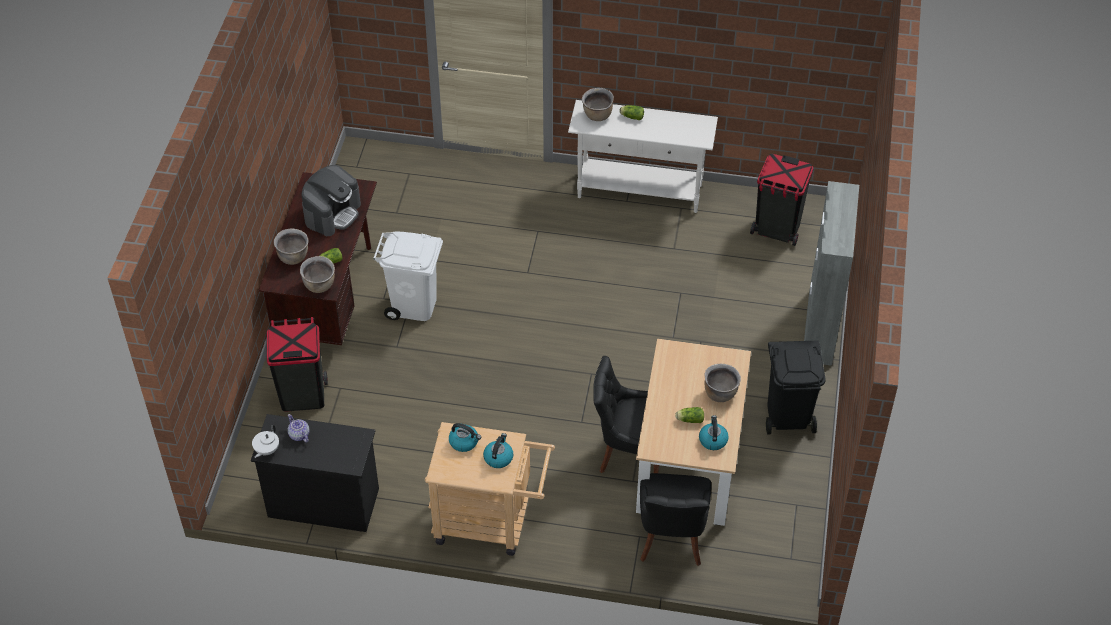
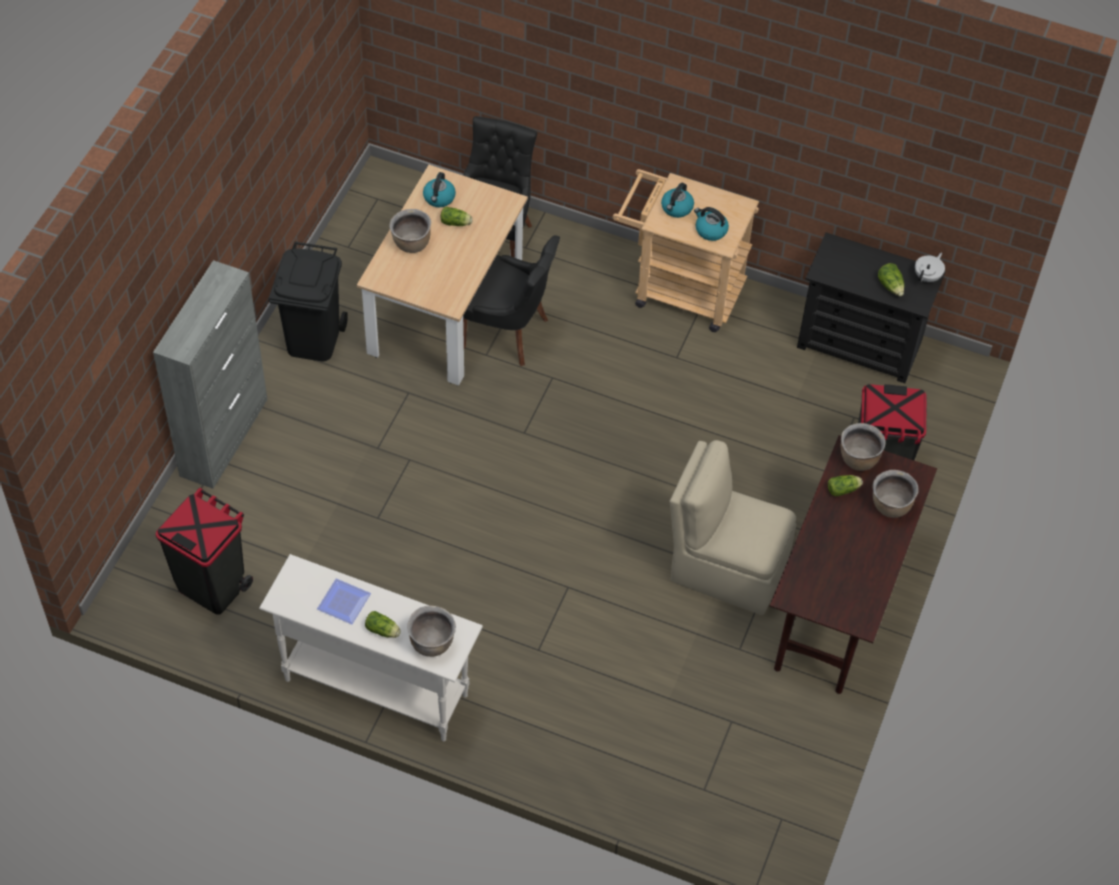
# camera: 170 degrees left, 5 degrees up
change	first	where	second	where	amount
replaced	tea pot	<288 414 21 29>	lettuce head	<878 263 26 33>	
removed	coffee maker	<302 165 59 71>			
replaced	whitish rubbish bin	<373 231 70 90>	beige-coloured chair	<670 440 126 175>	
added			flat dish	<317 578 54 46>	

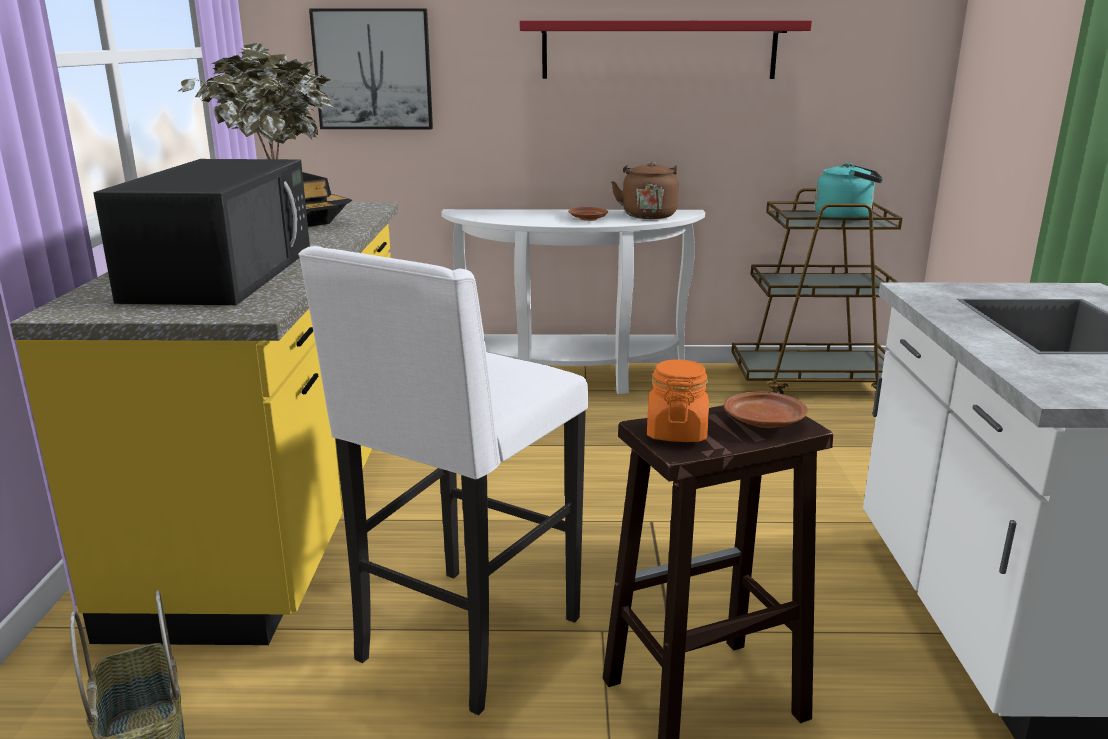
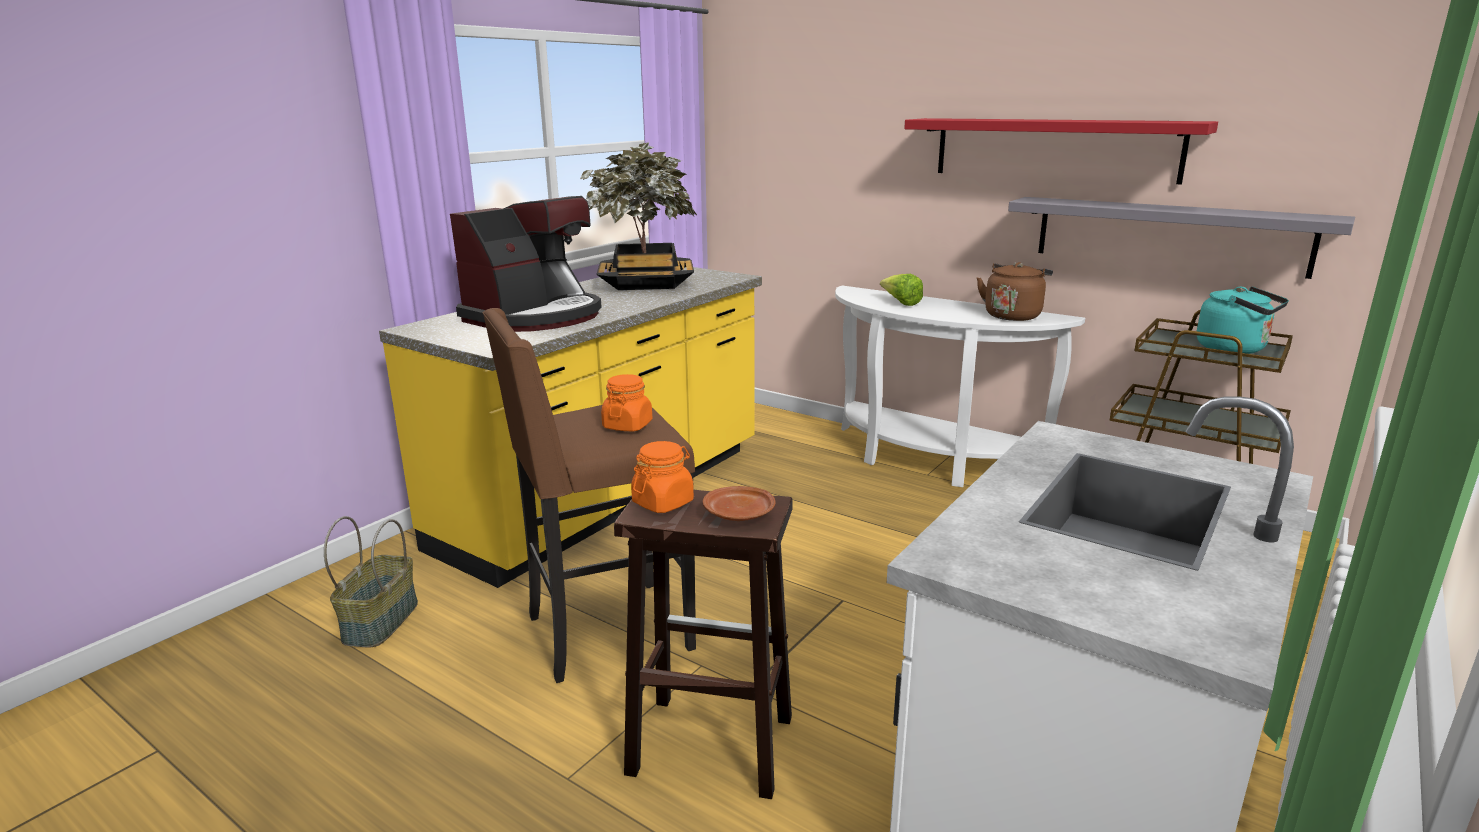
# camera: 35 degrees right, 0 degrees up
change	first	where	second	where	amount
replaced	blackish microwave	<93 159 217 146>	coffee maker	<450 196 152 136>	
recoloured	whitish stool	<298 246 290 469>	brown-coloured stool	<482 308 214 375>	
removed	picture	<309 8 124 121>			
removed	brown-coloured flat dish	<568 207 40 14>			
added			orangey jar	<601 374 51 57>	
added			lettuce head	<880 274 43 32>	
added			grey bracket shelf	<1008 197 347 82>	

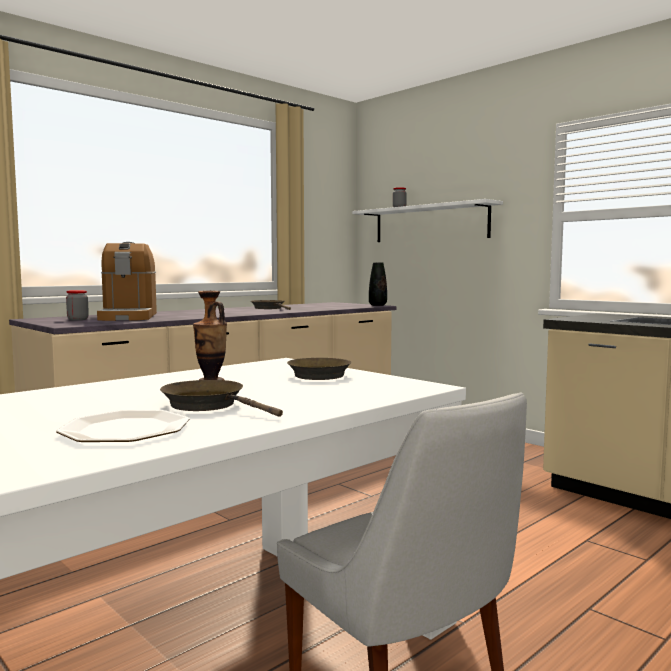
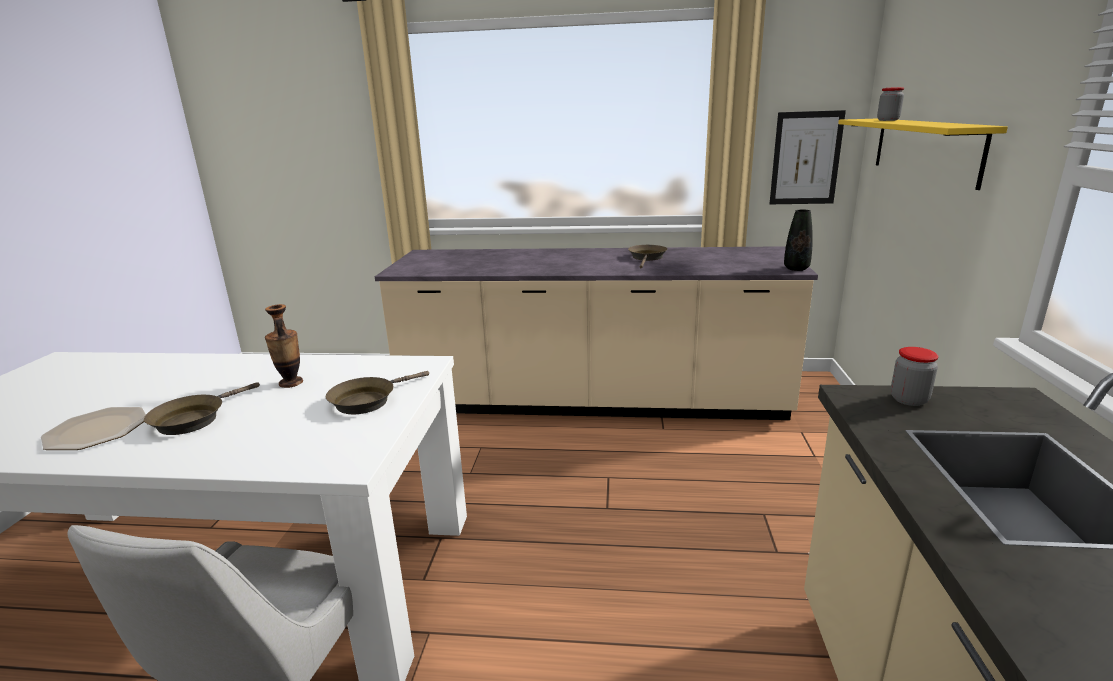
# camera: 50 degrees right, 15 degrees up
change	first	where	second	where	amount
moved	jar	<66 290 23 30>		<891 347 48 59>	
removed	coffee maker	<97 242 60 79>			
turned	brown-coloured frying pan	<160 380 123 37>		<144 382 116 53>	150 degrees counterclockwise
recoloured	whitish bracket shelf	<352 199 151 43>	yellow bracket shelf	<838 118 170 72>	
added			picture	<770 110 76 94>	

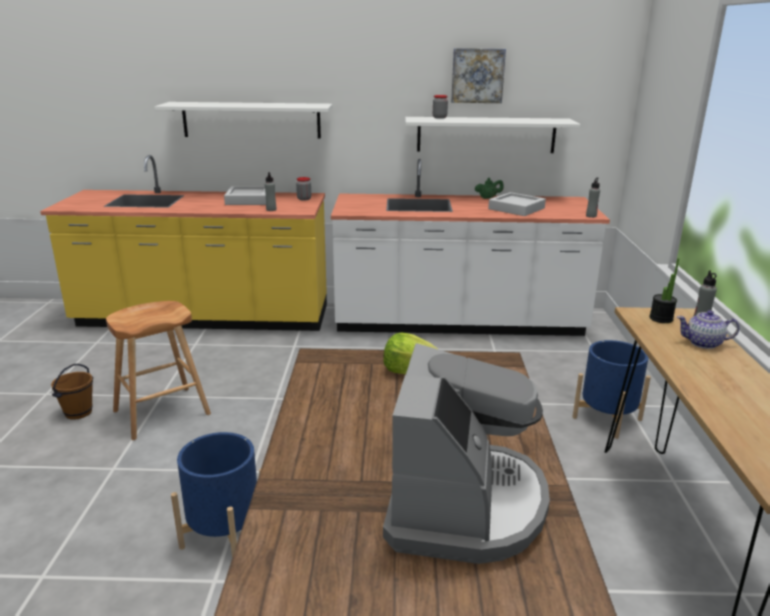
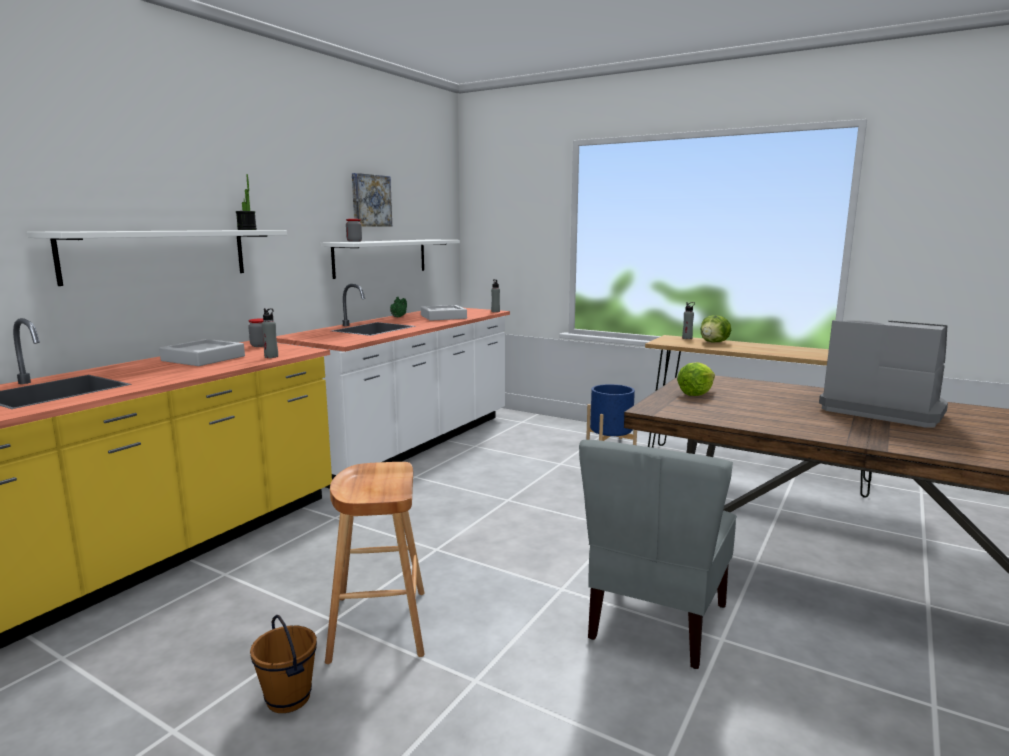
# camera: 60 degrees left, 10 degrees down
change	first	where	second	where	amount
replaced	blue planter	<171 432 90 126>	grey chair	<579 440 158 229>	
moved	houseplant	<649 258 30 65>		<236 174 21 56>	
replaced	tea pot	<677 310 63 39>	lettuce head	<701 315 30 27>	

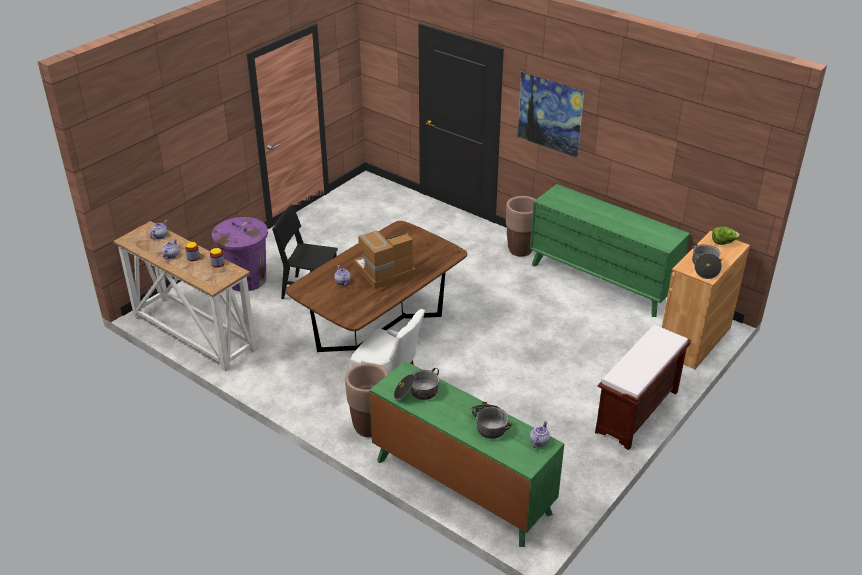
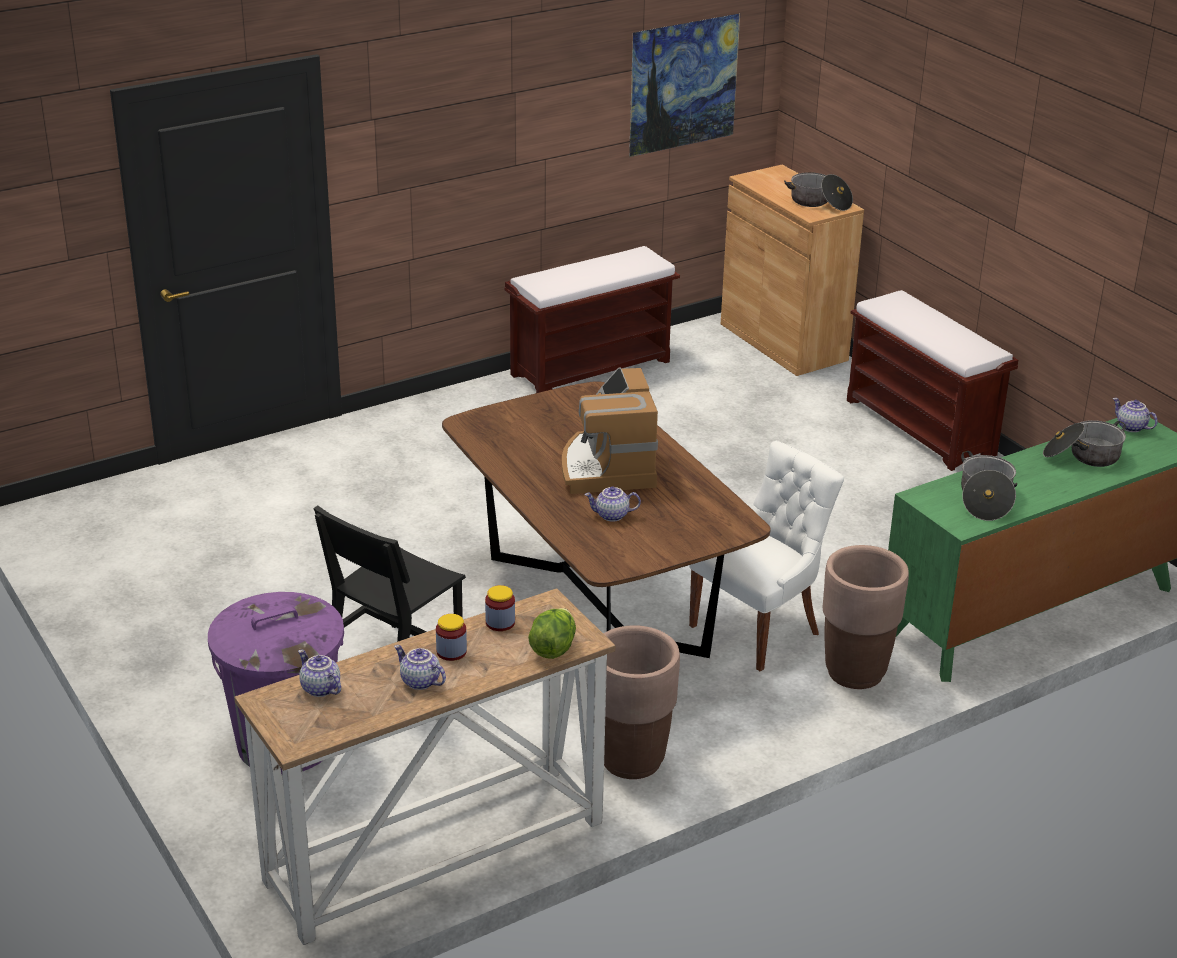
# camera: 70 degrees left, 5 degrees down
change	first	where	second	where	amount
moved	brown-coloured planter	<506 196 30 61>		<604 625 76 154>	
moved	picture	<517 72 67 86>		<629 13 111 144>	
replaced	green-coloured chest of drawers	<530 184 160 133>	brown-coloured bench	<505 246 175 147>	
moved	lettuce head	<712 226 28 19>		<528 608 48 51>	

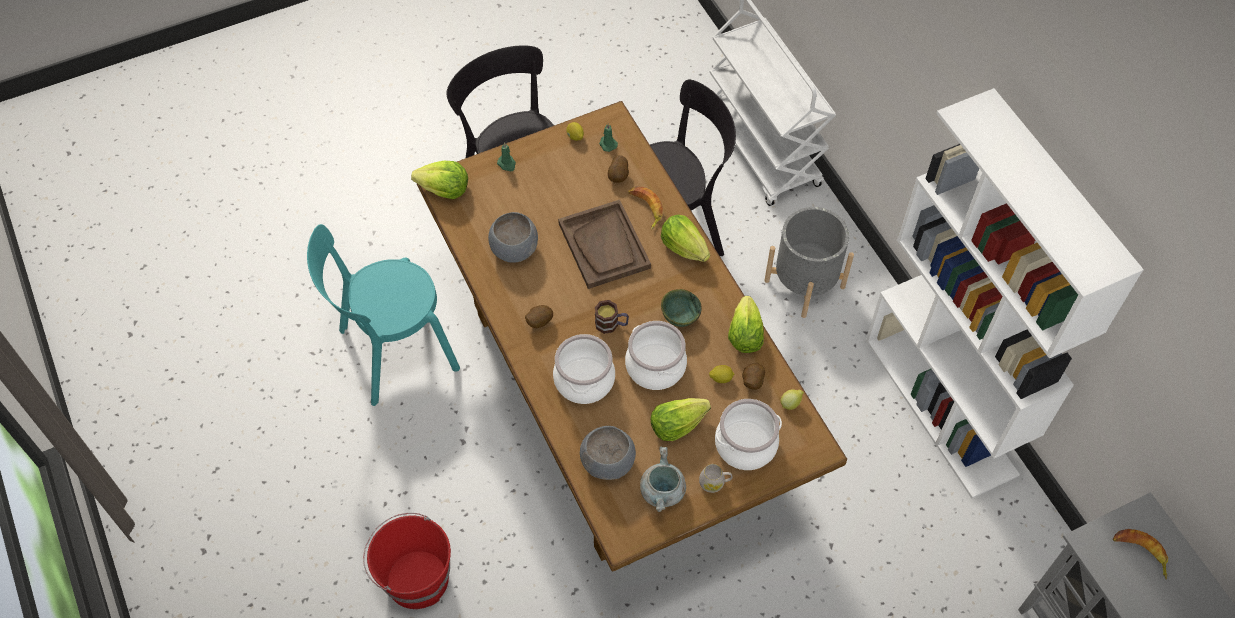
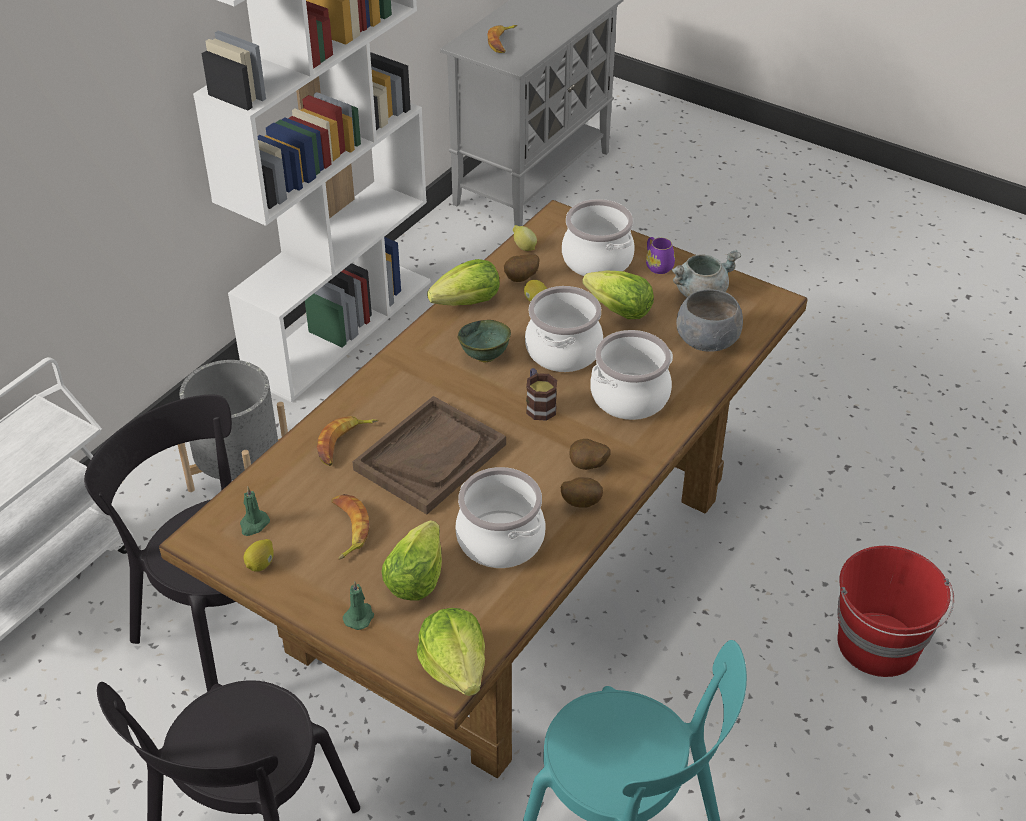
# camera: 120 degrees left, 15 degrees down
change	first	where	second	where	amount
replaced	grey bowl	<488 212 50 50>	cooking pot	<455 467 90 101>	
moved	whole potato	<608 155 21 28>		<561 477 42 31>	
moved	lettuce head	<661 214 49 48>		<381 520 61 81>	
recoloured	whitish mug	<699 464 33 29>	purple-coloured mug	<646 237 29 37>	
added			whole banana	<331 494 38 66>	

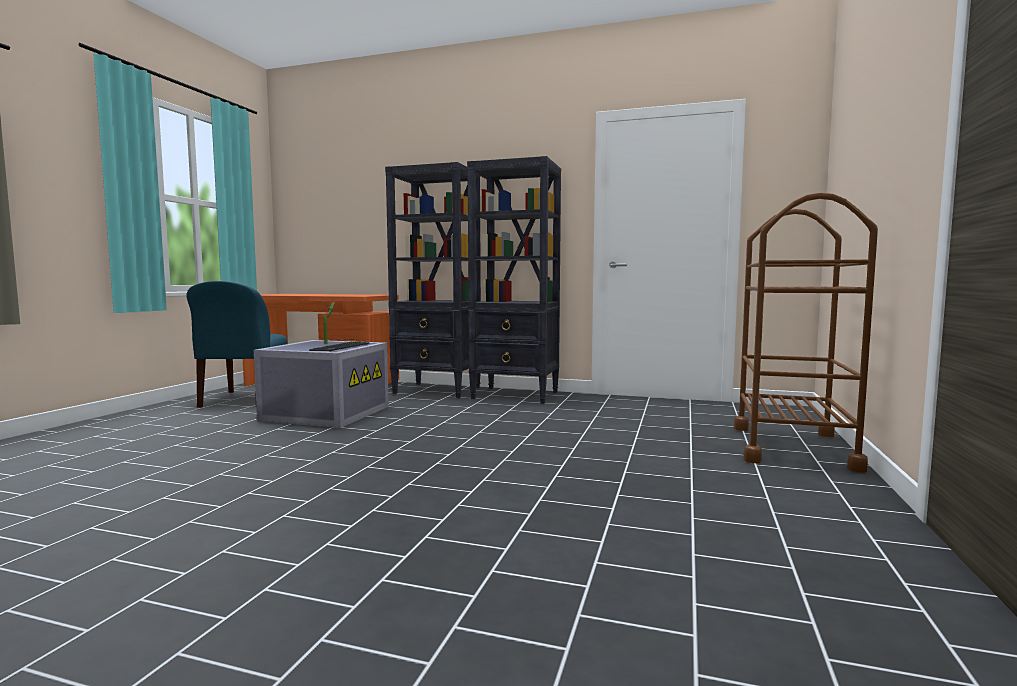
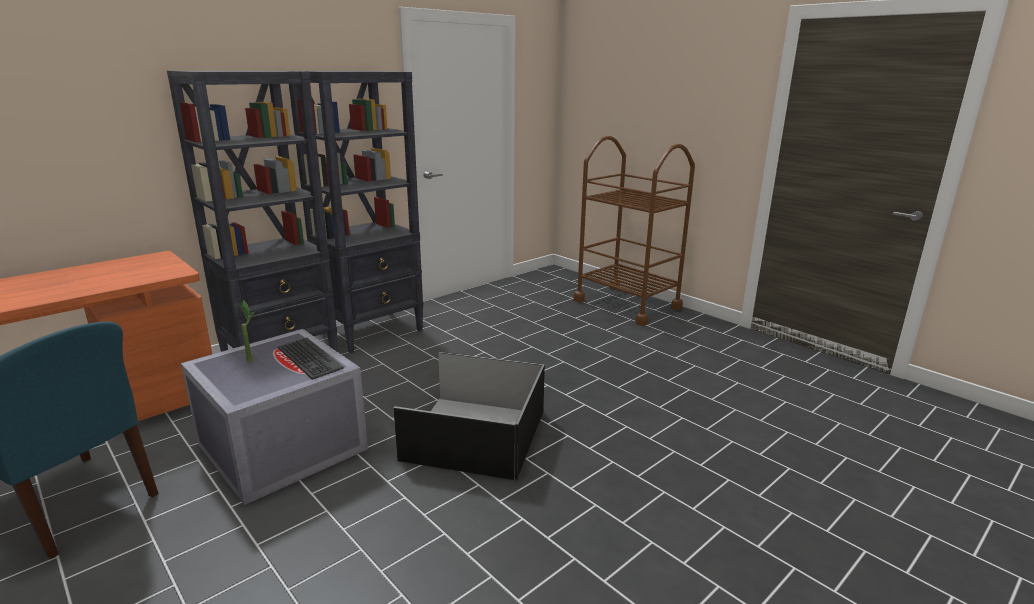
# camera: 60 degrees left, 15 degrees up
change	first	where	second	where	amount
added			blackish storage container	<393 352 152 128>	

